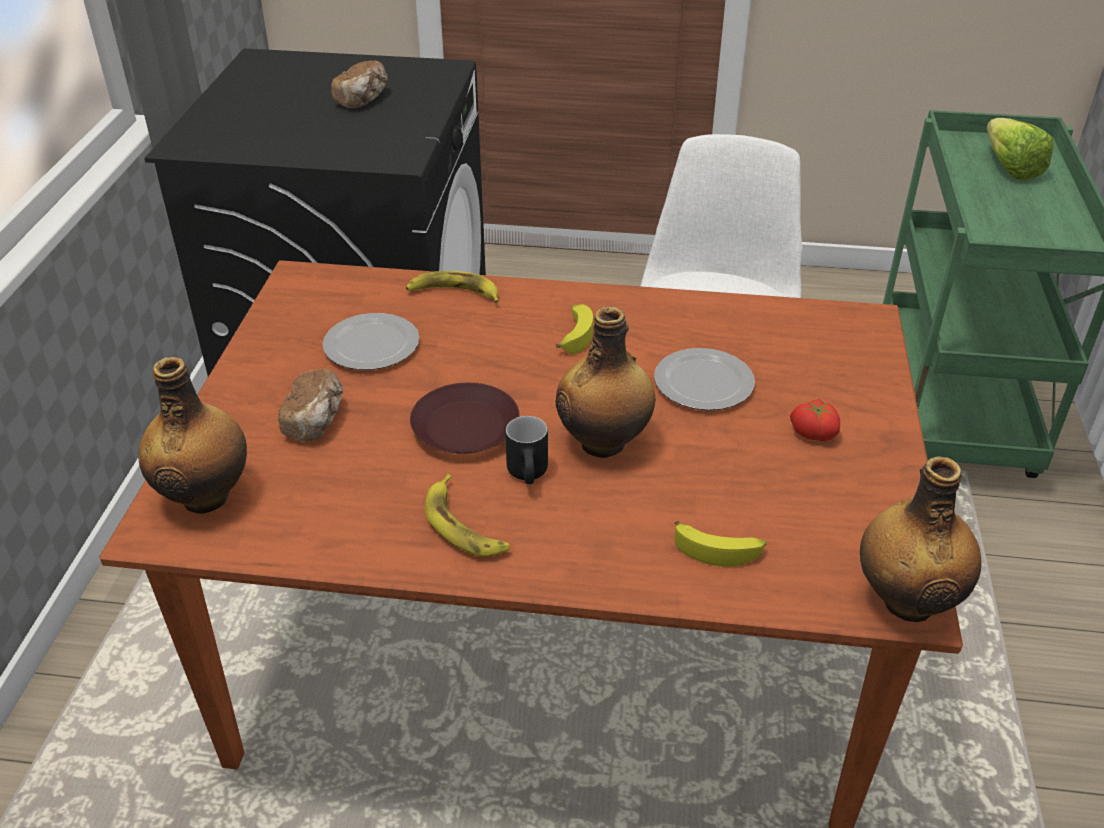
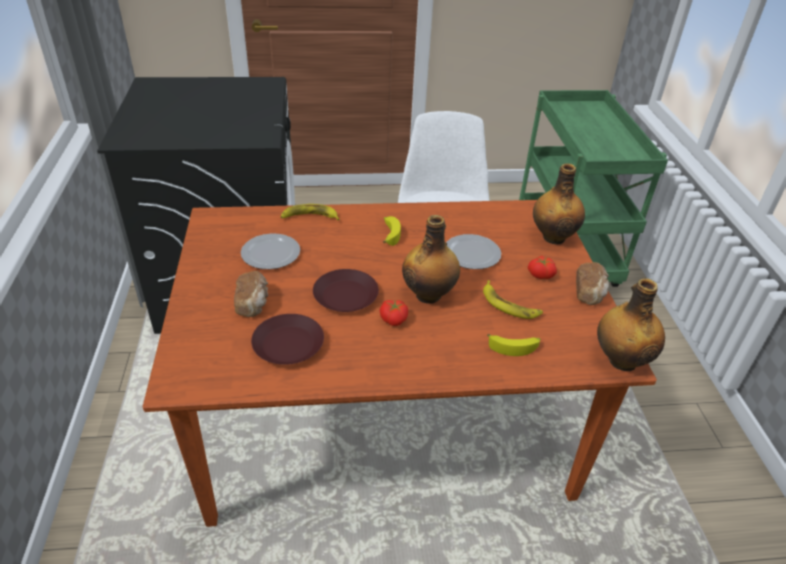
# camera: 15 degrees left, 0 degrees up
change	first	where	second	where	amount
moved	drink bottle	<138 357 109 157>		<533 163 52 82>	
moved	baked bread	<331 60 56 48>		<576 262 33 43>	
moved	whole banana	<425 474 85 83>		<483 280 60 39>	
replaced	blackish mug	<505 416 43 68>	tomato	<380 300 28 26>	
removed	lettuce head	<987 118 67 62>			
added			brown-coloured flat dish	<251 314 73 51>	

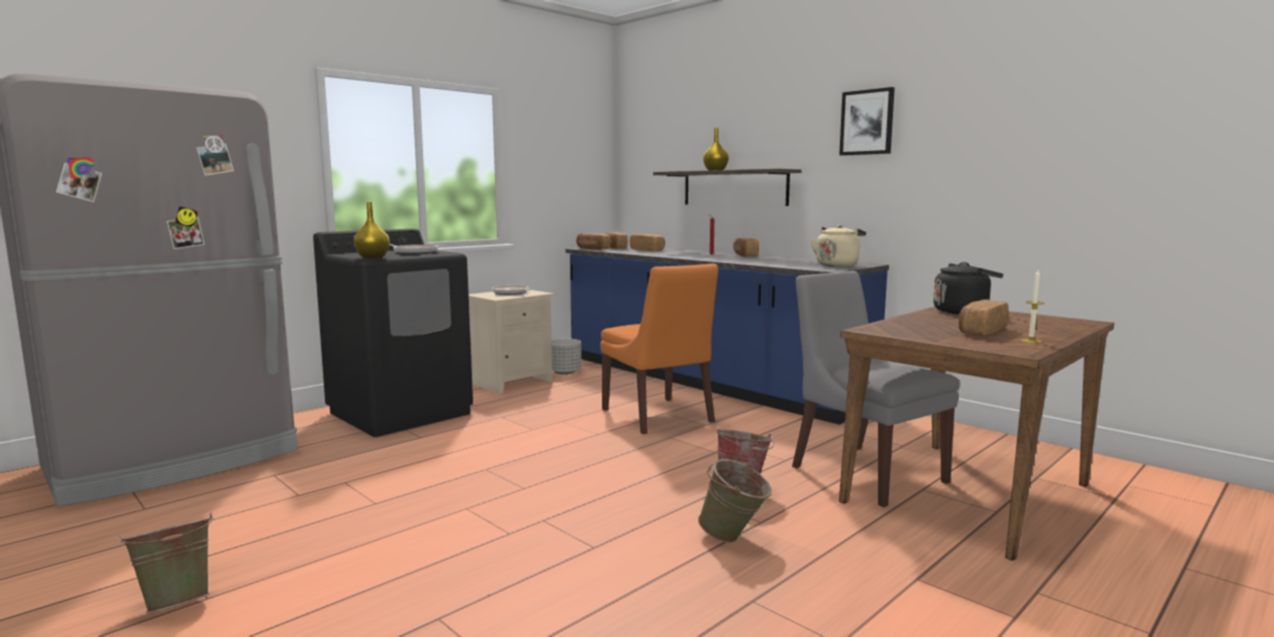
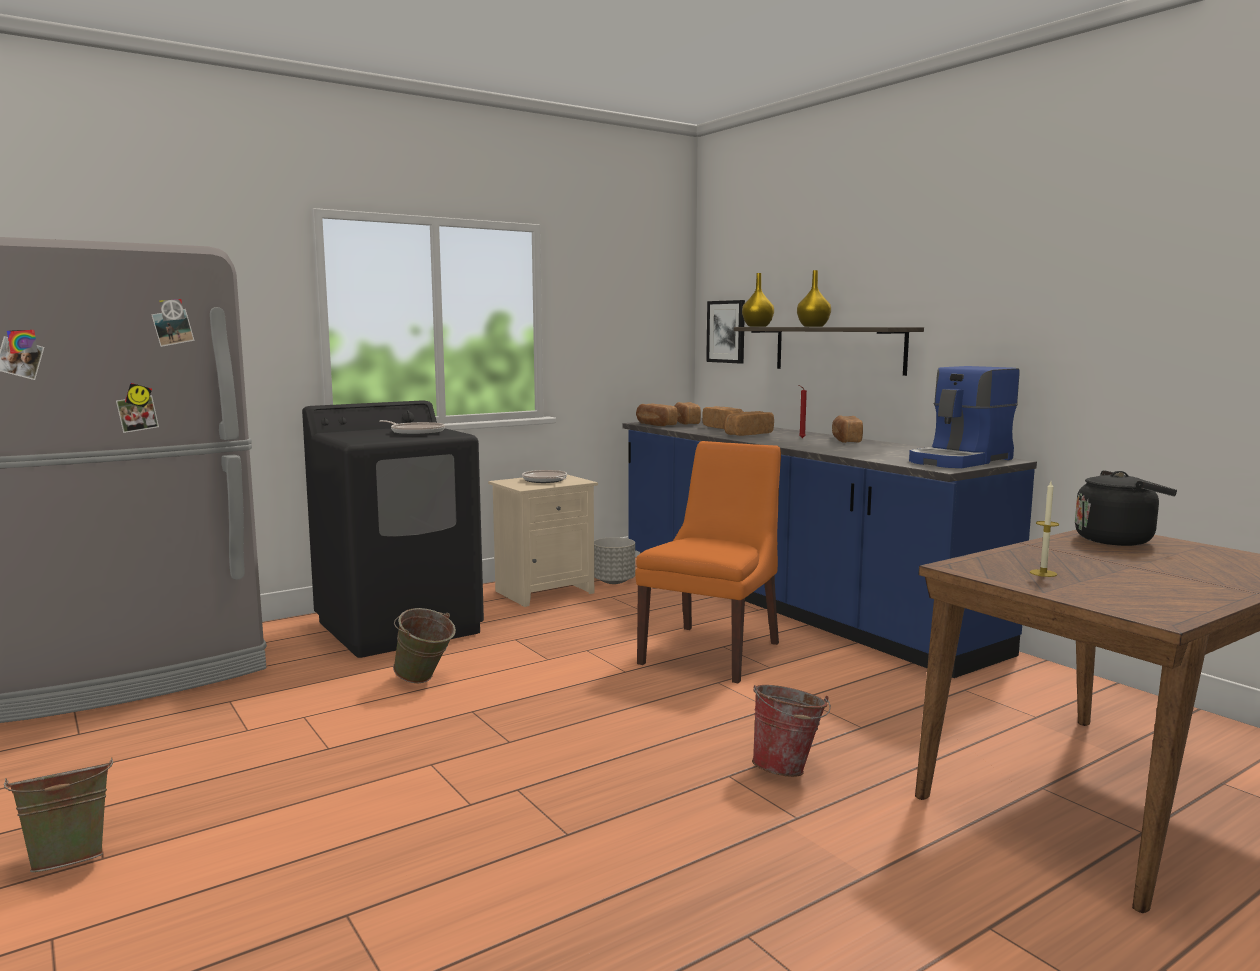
# camera: 10 degrees right, 0 degrees up
change	first	where	second	where	amount
moved	yellow flower vase	<353 202 37 57>		<742 273 32 54>	
turned	orangey chair	<600 264 118 170>		<635 441 146 242>	135 degrees counterclockwise
moved	green-coloured pail	<698 459 74 84>		<393 608 63 75>	
removed	grey chair	<792 271 168 236>			
replaced	beige-coloured water kettle	<810 225 56 42>	coffee maker	<909 366 111 102>	
moved	picture	<839 87 56 69>		<706 300 39 64>	
moved	baked bread	<959 299 49 37>		<724 411 50 25>	
moved	candle	<1020 270 25 73>		<1030 482 29 95>	

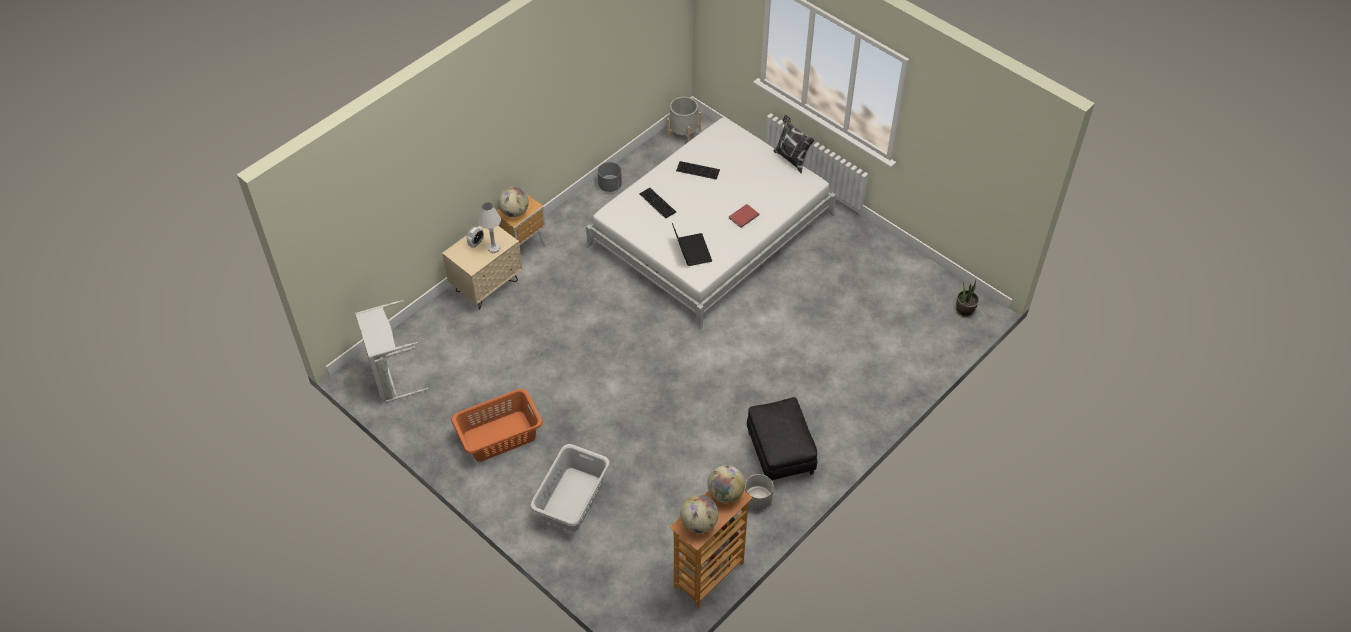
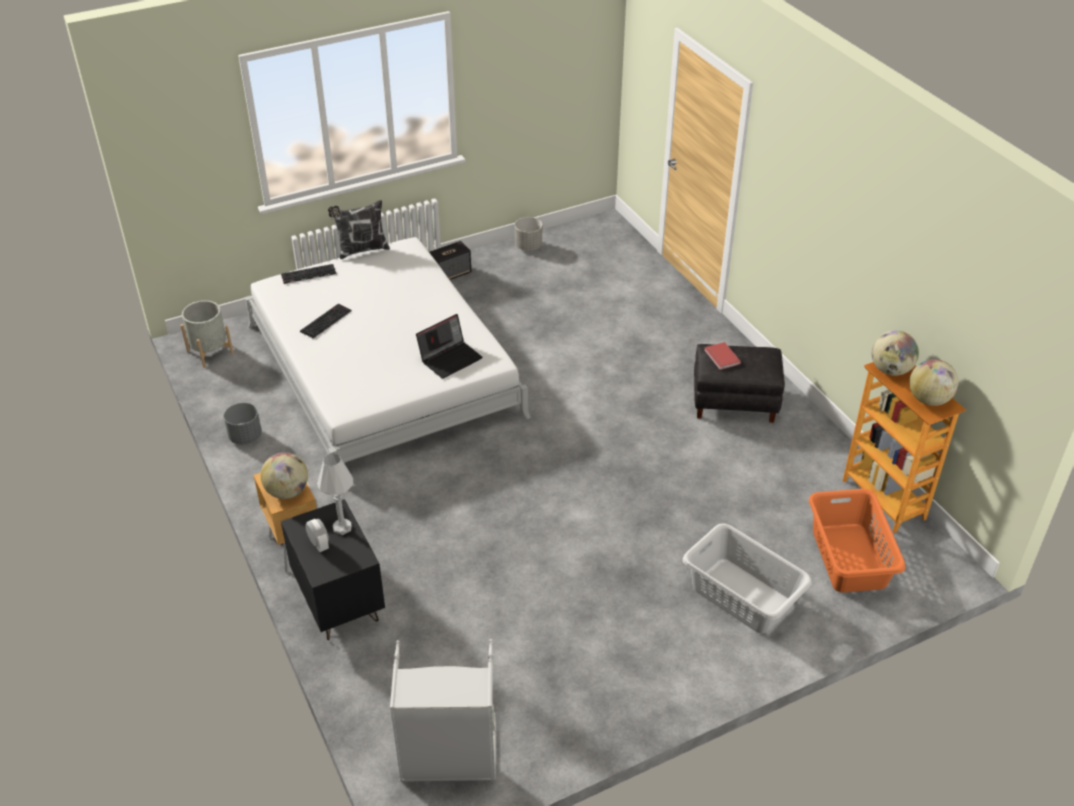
# camera: 70 degrees left, 10 degrees down
change	first	where	second	where	amount
recoloured	beige-coloured nightstand	<442 226 81 84>	blackish nightstand	<281 499 104 141>	
moved	orangey laundry basket	<451 389 92 73>		<809 489 96 104>	
moved	keyboard	<639 188 37 31>		<281 264 55 20>	
turned	portable computer	<672 223 40 43>		<416 314 67 65>	135 degrees clockwise
moved	red-coloured bound book	<729 204 30 24>		<704 342 37 28>	
moved	grey planter	<745 474 29 36>		<515 217 27 34>	
removed	houseplant	<956 280 23 37>			
added			speaker	<429 241 42 39>	

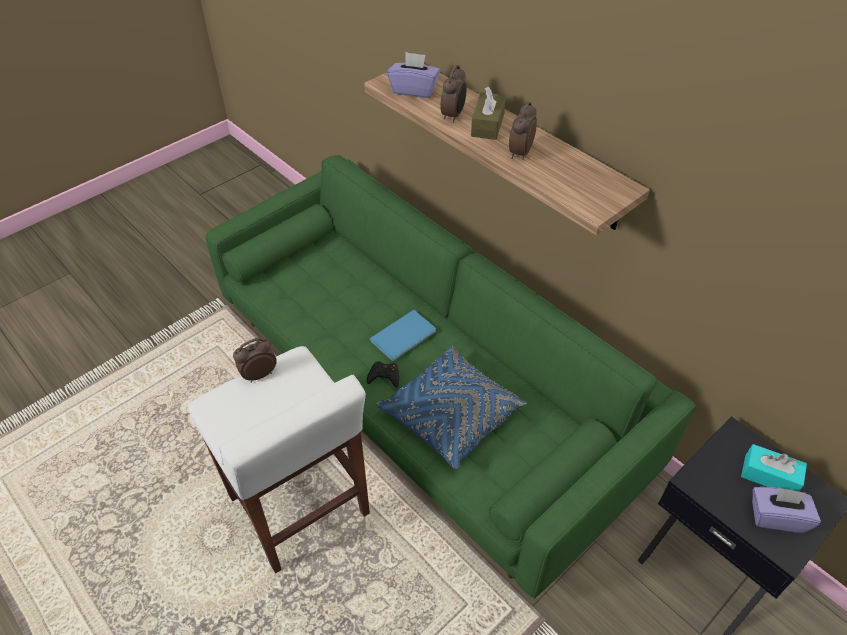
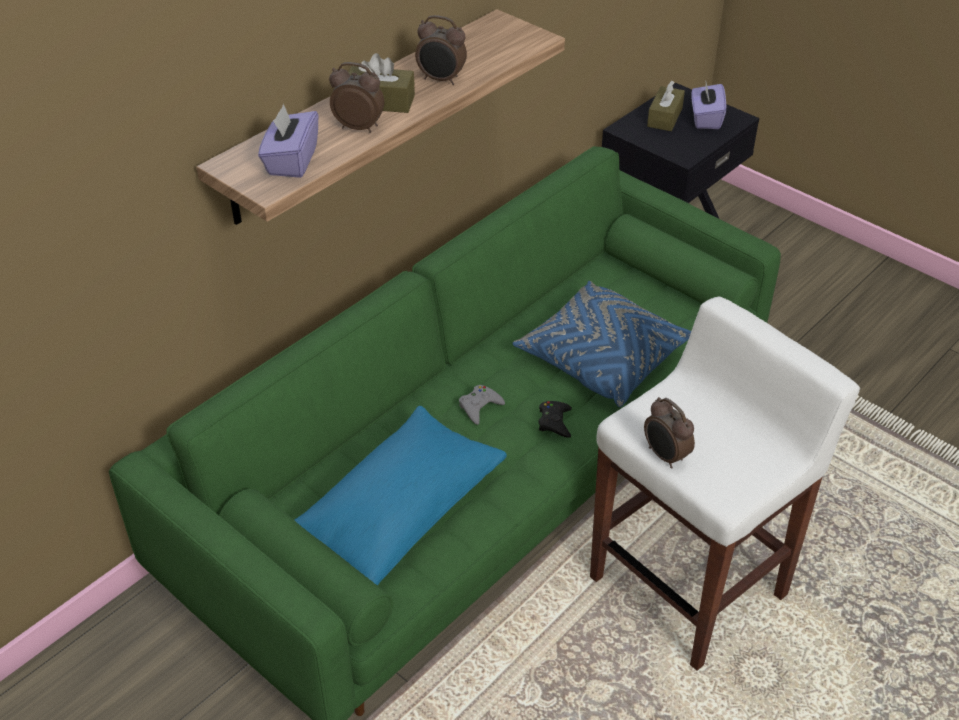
# camera: 95 degrees left, 5 degrees down
change	first	where	second	where	amount
replaced	blue bound book	<369 310 67 51>	grey gamepad	<459 385 46 40>	
recoloured	blue-green tissue holder	<741 444 66 48>	brown-coloured tissue holder	<647 81 38 50>	
added			blue cushion	<295 406 212 179>	

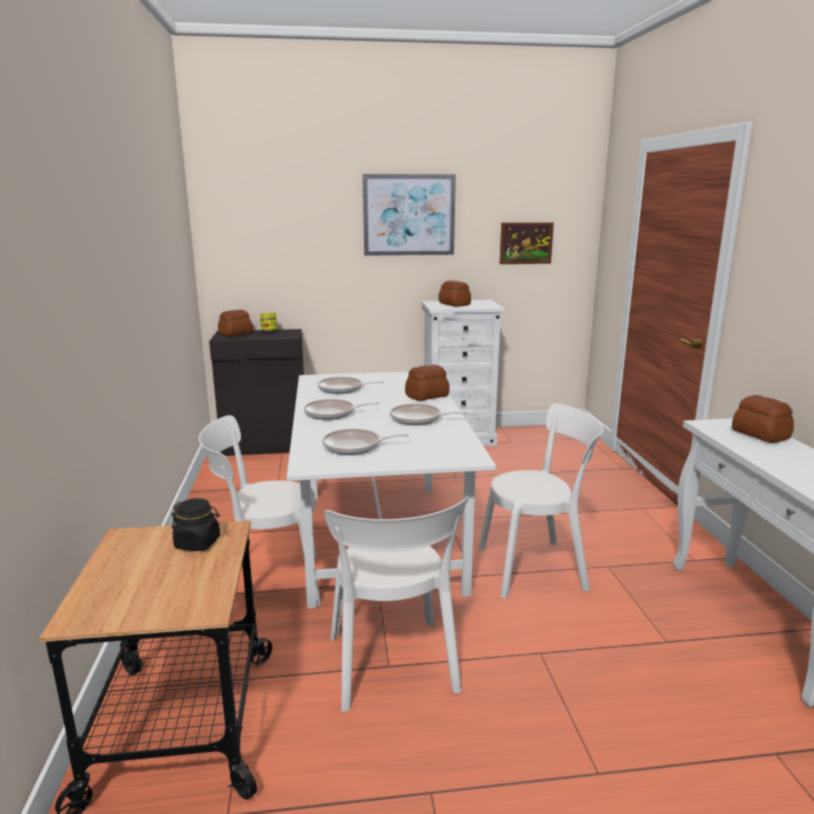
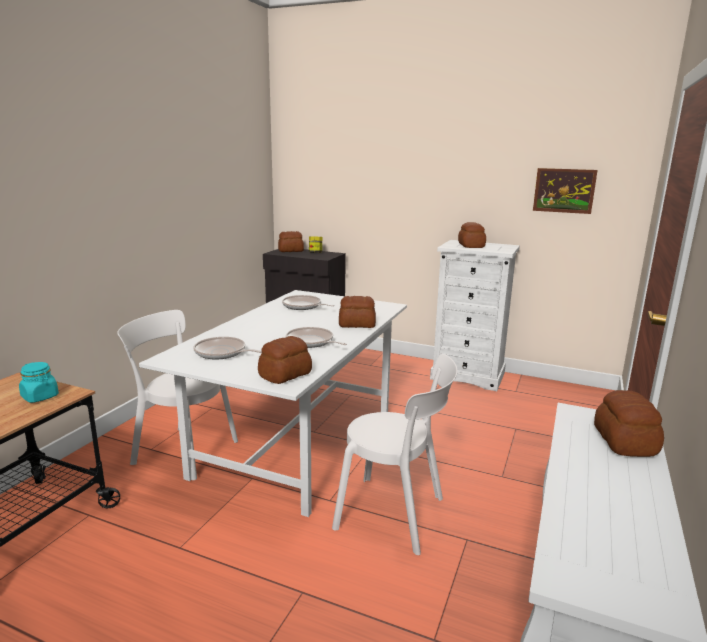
# camera: 30 degrees right, 0 degrees up
change	first	where	second	where	amount
recoloured	blackish jar	<172 498 48 53>	blue-green jar	<19 362 40 41>	
removed	frying pan	<304 399 75 21>			
removed	whitish chair	<324 496 145 216>			
removed	picture	<363 174 93 82>			
added			baked bread	<258 336 54 48>	

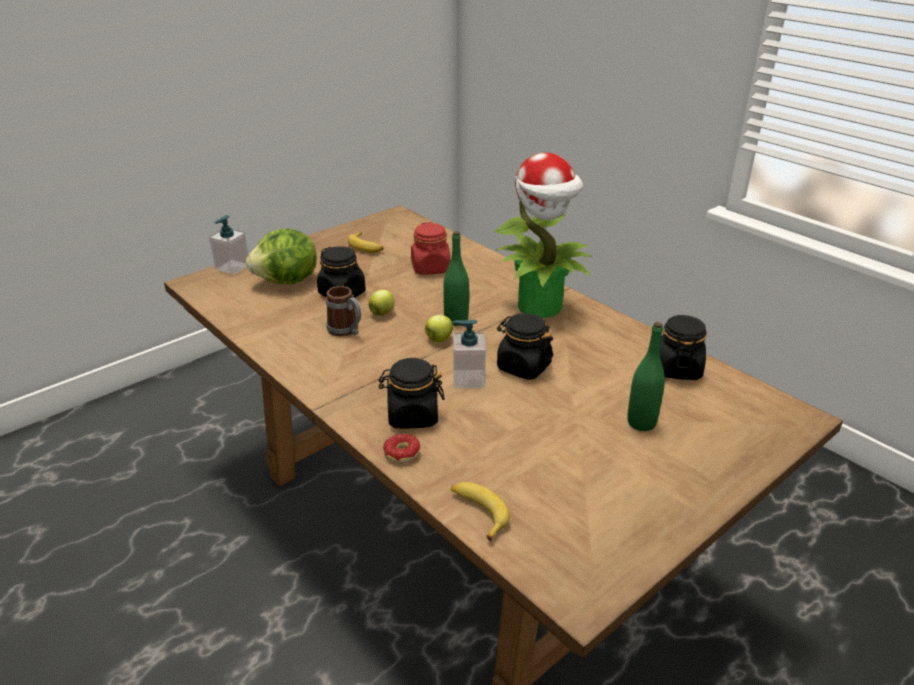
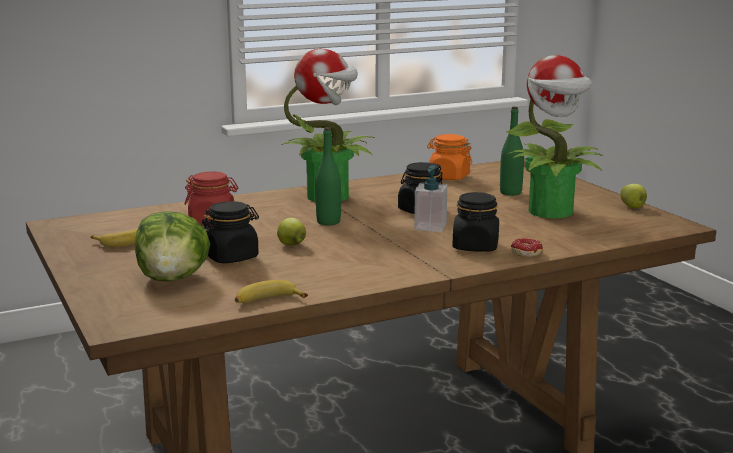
# camera: 75 degrees left, 15 degrees down
change	first	where	second	where	amount
removed	soap bottle	<209 215 40 60>			
removed	mug	<326 286 35 50>			
moved	apple fruit	<425 315 28 27>		<620 184 27 24>	
moved	whole banana	<451 482 59 59>		<235 280 73 23>	
recoloured	blackish jar	<660 315 47 65>	orangey jar	<427 134 45 46>	
added			houseplant	<506 55 97 163>	

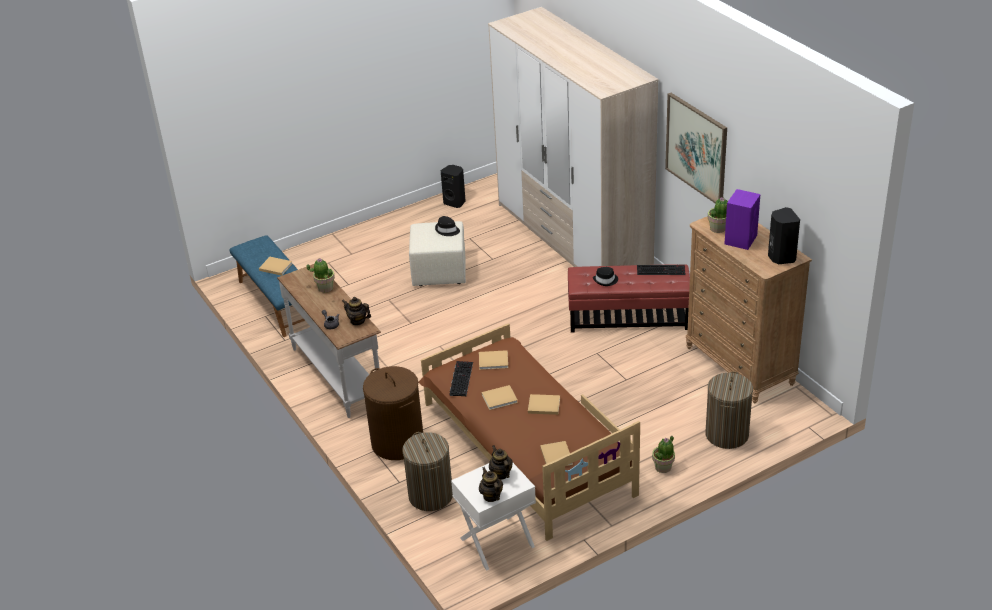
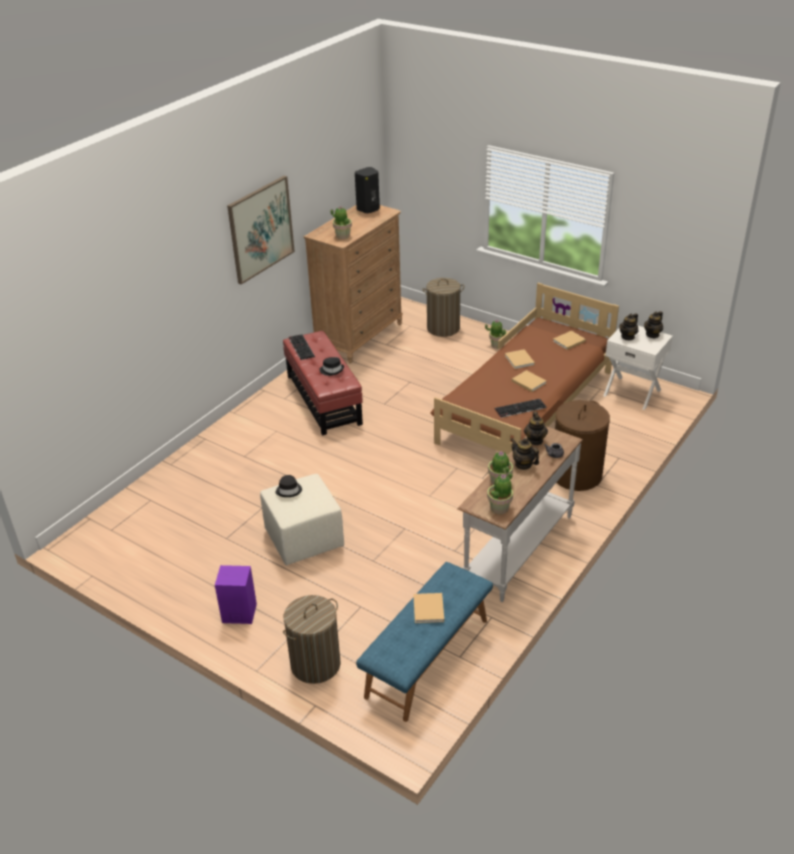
# camera: 115 degrees left, 0 degrees up
change	first	where	second	where	amount
moved	laundry basket	<402 432 51 79>		<283 595 58 89>	
removed	blackish speaker	<441 165 25 43>			
removed	beige-coloured bound book	<479 350 29 20>			
removed	wardrobe	<488 7 170 260>			
moved	purple-coloured speaker	<725 189 35 61>		<215 565 42 59>	
added			houseplant	<487 472 26 42>	
added			tea pot	<511 438 28 32>	

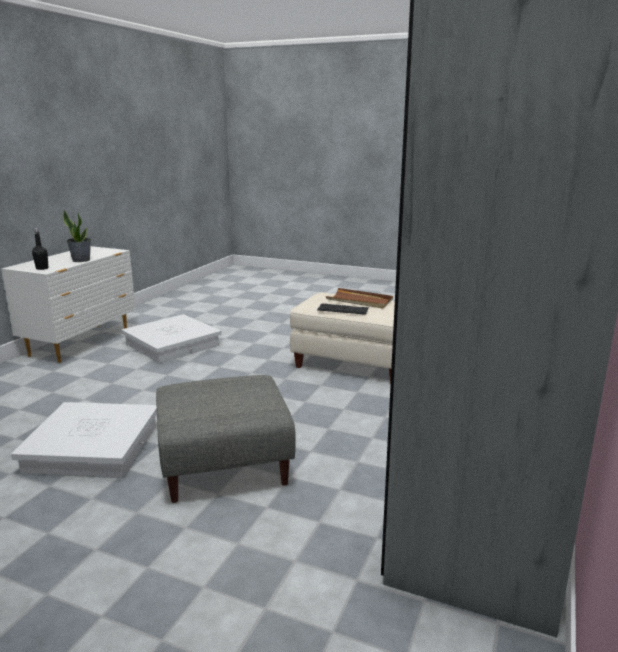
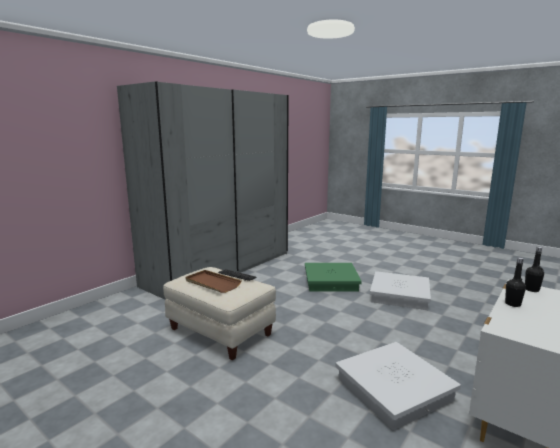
# camera: 165 degrees left, 5 degrees down
change	first	where	second	where	amount
replaced	houseplant	<63 210 28 52>	blackish drink bottle	<505 257 21 50>	
replaced	grey footrest	<156 375 140 128>	green-coloured storage container	<305 263 57 29>	

